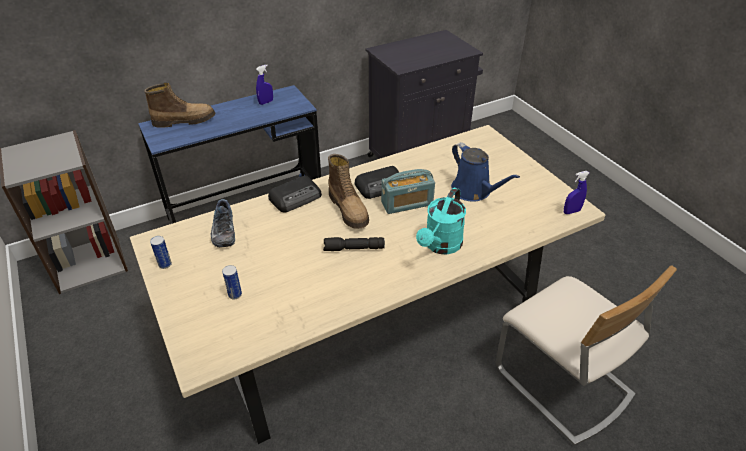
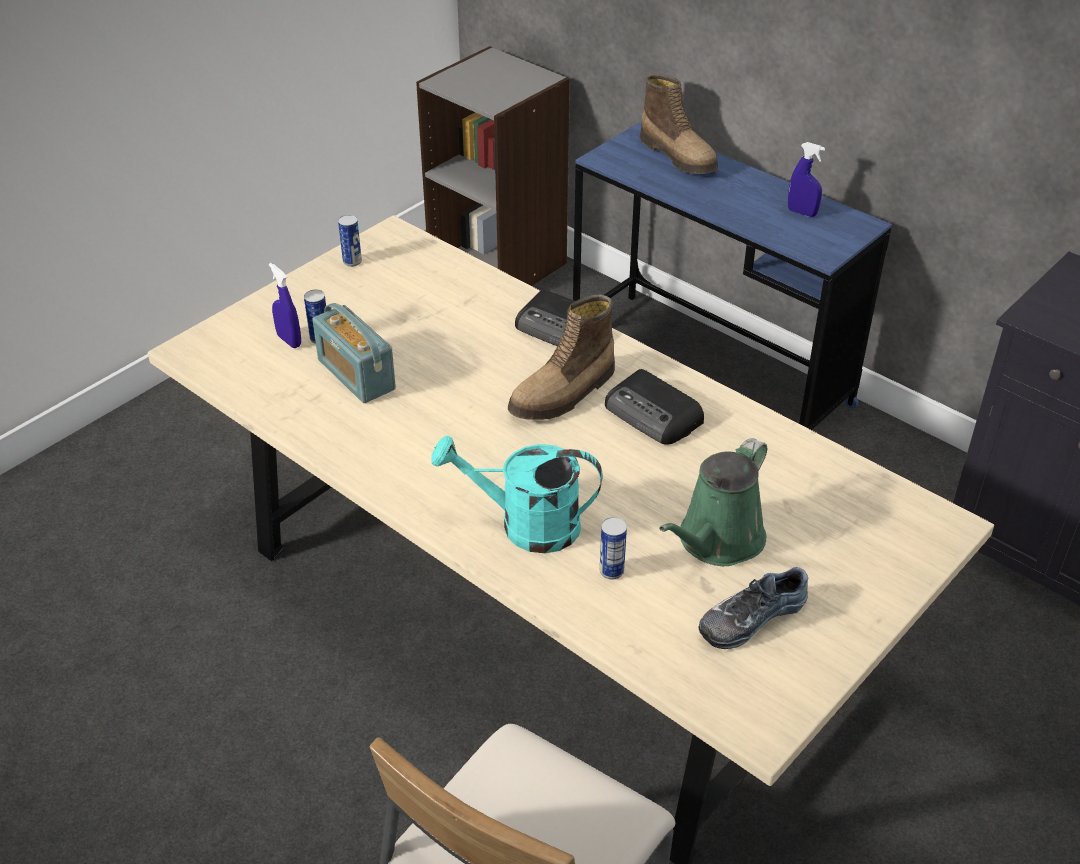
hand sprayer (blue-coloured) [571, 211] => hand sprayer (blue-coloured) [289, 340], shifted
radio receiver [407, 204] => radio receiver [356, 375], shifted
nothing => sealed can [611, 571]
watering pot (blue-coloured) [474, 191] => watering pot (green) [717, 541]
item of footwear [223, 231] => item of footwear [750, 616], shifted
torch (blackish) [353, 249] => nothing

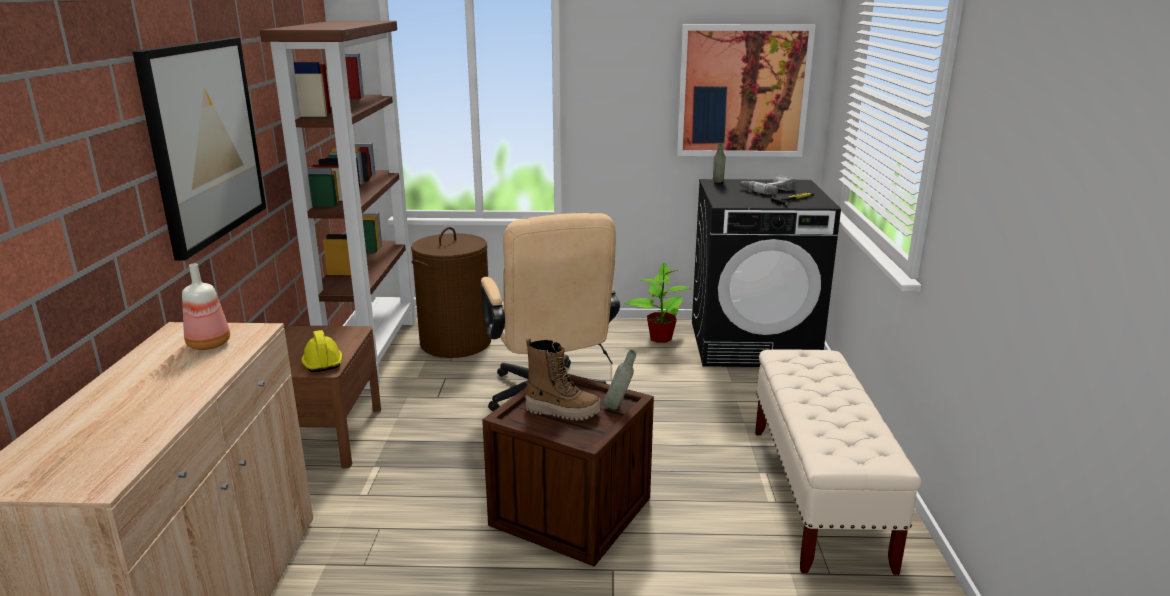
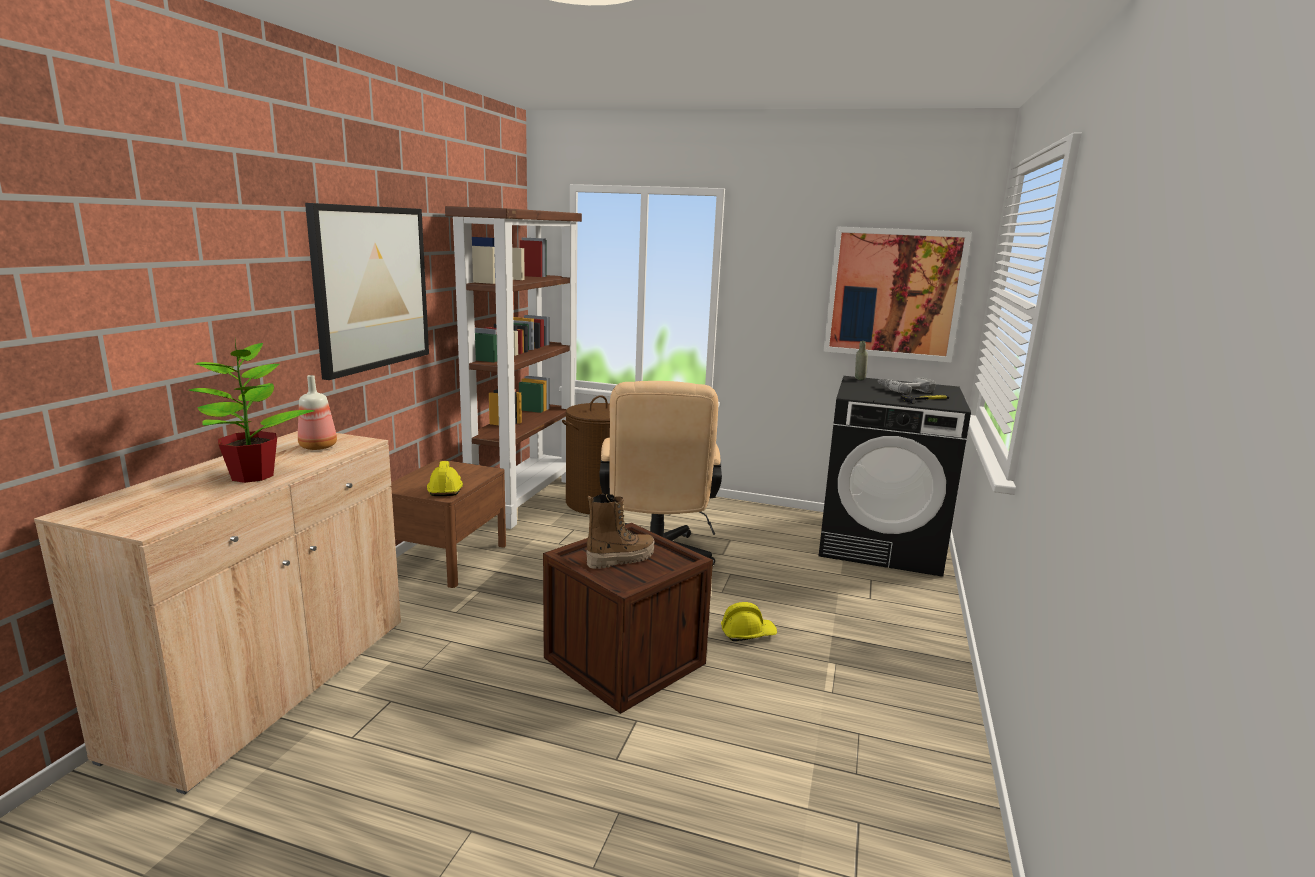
houseplant [660, 338] => houseplant [253, 475], shifted
high-top boot [562, 411] => high-top boot [620, 559], 60 degrees counterclockwise
nothing => work helmet (yellowish) [747, 633]
beverage bottle (greyish) [619, 407] => nothing
bench (sand-coloured) [817, 495] => nothing

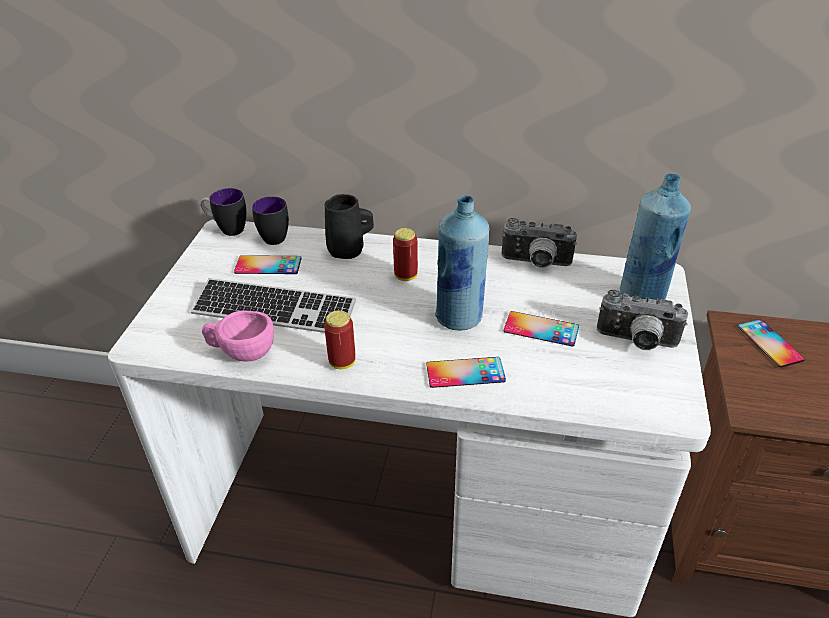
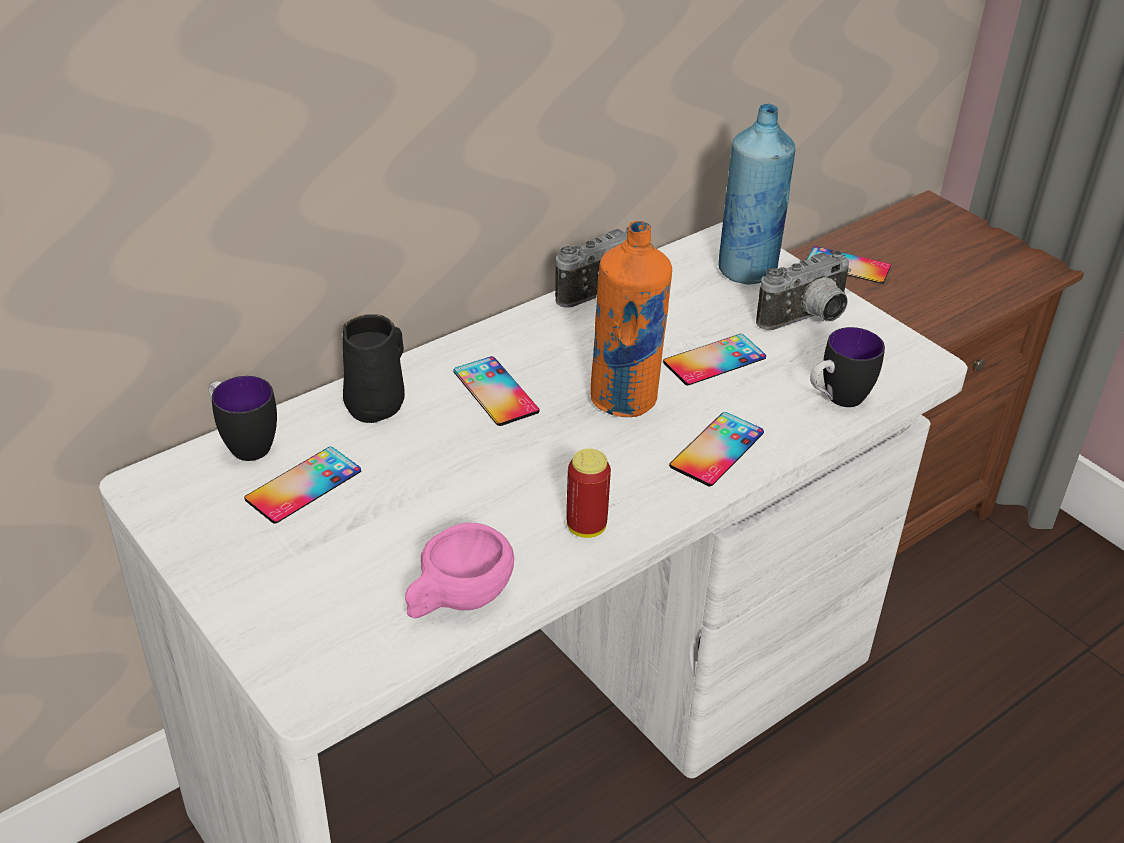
sealed can [405, 276] => handset [495, 391]
beverage bottle (blue-coloured) [459, 318] => beverage bottle (orange) [625, 400]
mug [227, 229] => mug [836, 400], shifted
computer keyboard [274, 310] => nothing

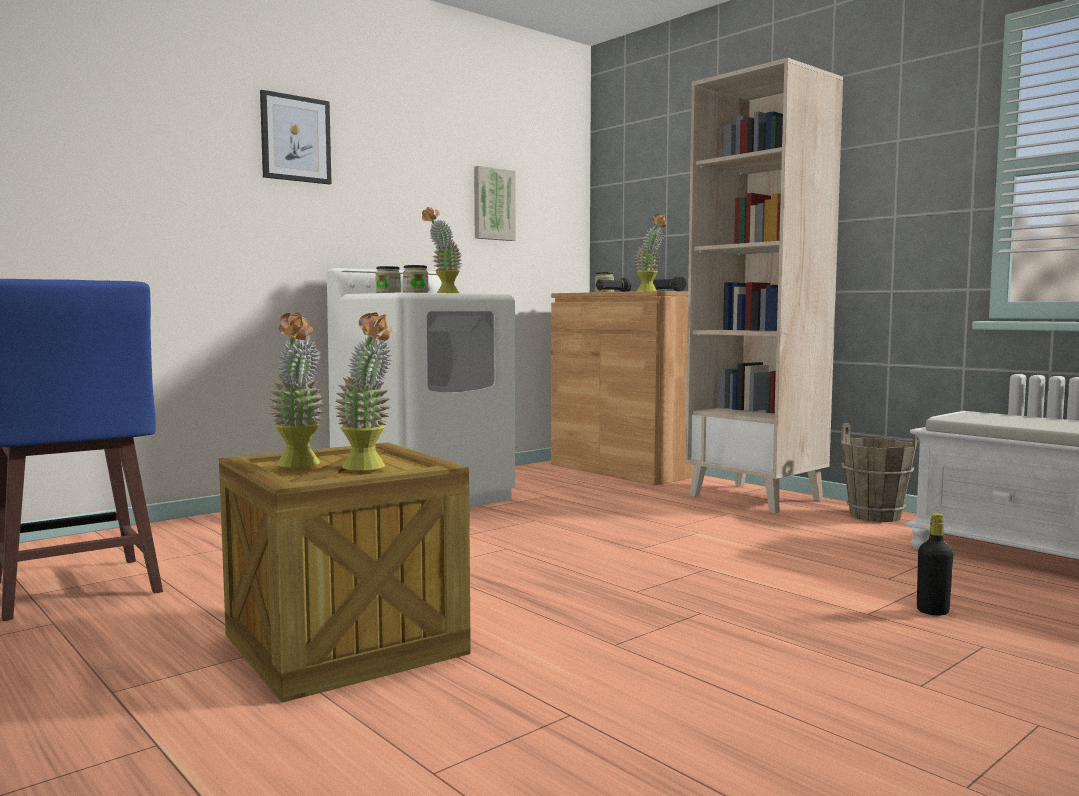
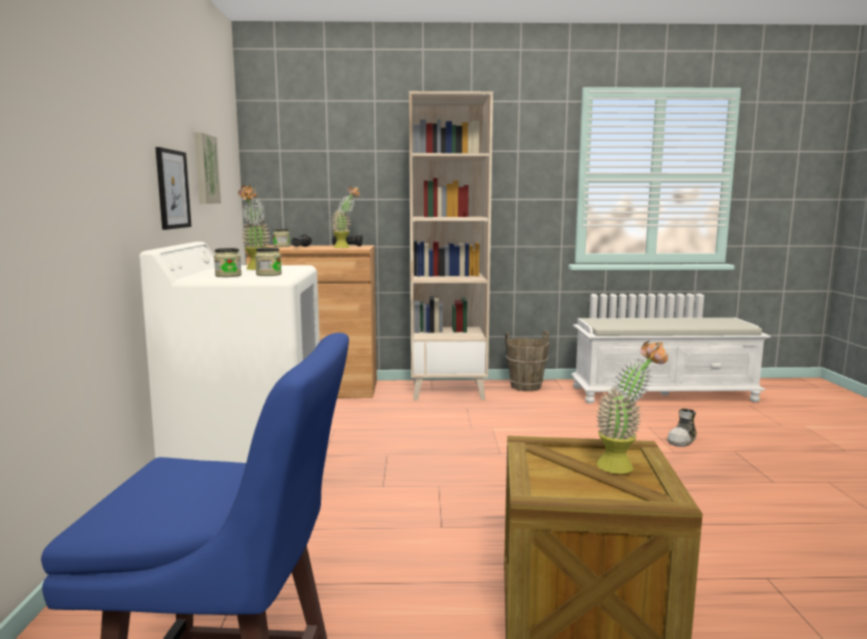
wall picture [295, 138] => wall picture [172, 189], shifted
beverage bottle (blackish) [932, 611] => item of footwear [683, 439]
houseplant [299, 465] => nothing

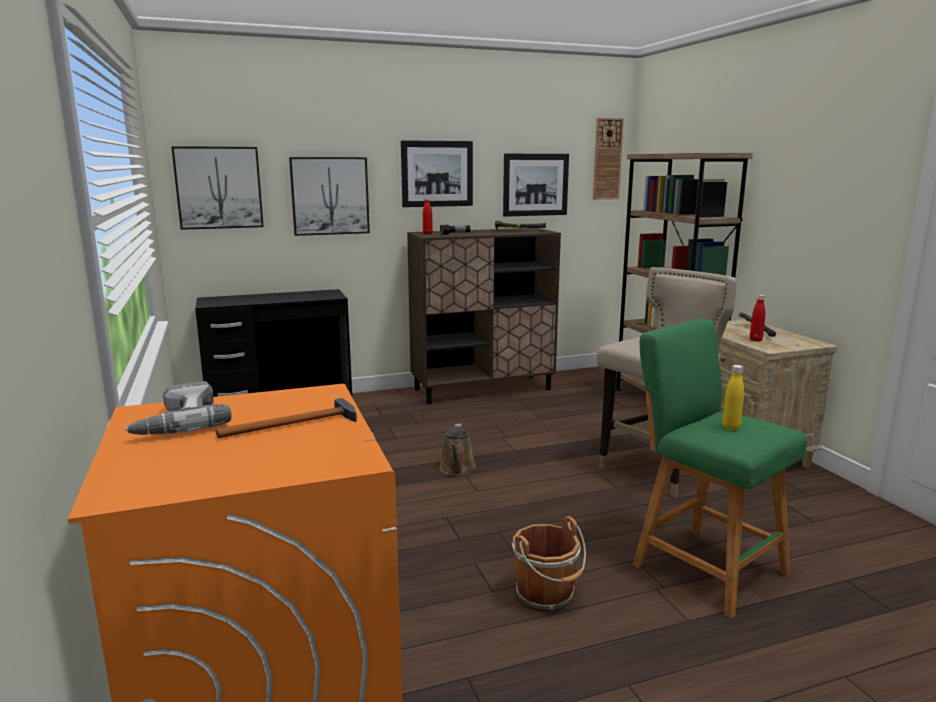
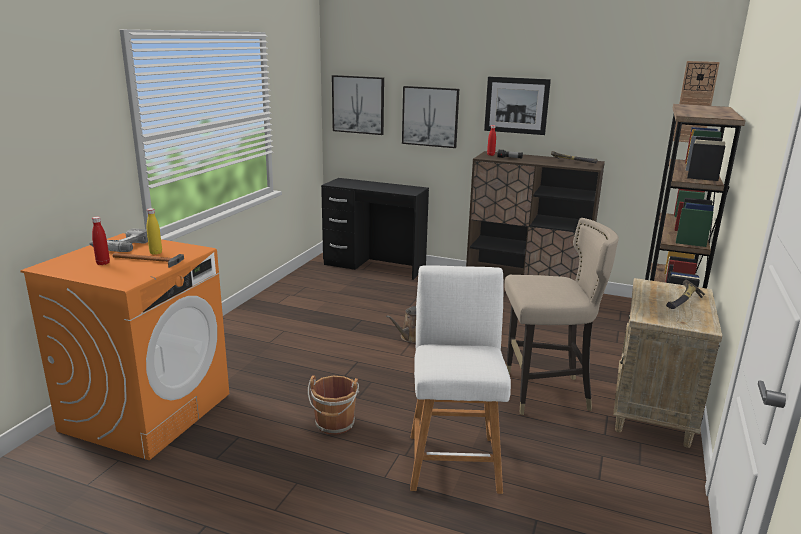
beverage bottle (reddish) [755, 340] => beverage bottle (reddish) [103, 263], shifted
beverage bottle (yellowish) [731, 427] => beverage bottle (yellowish) [156, 253], shifted
sitting stool (green) [703, 565] => sitting stool (whitish) [453, 458]
wall picture [535, 184] => nothing

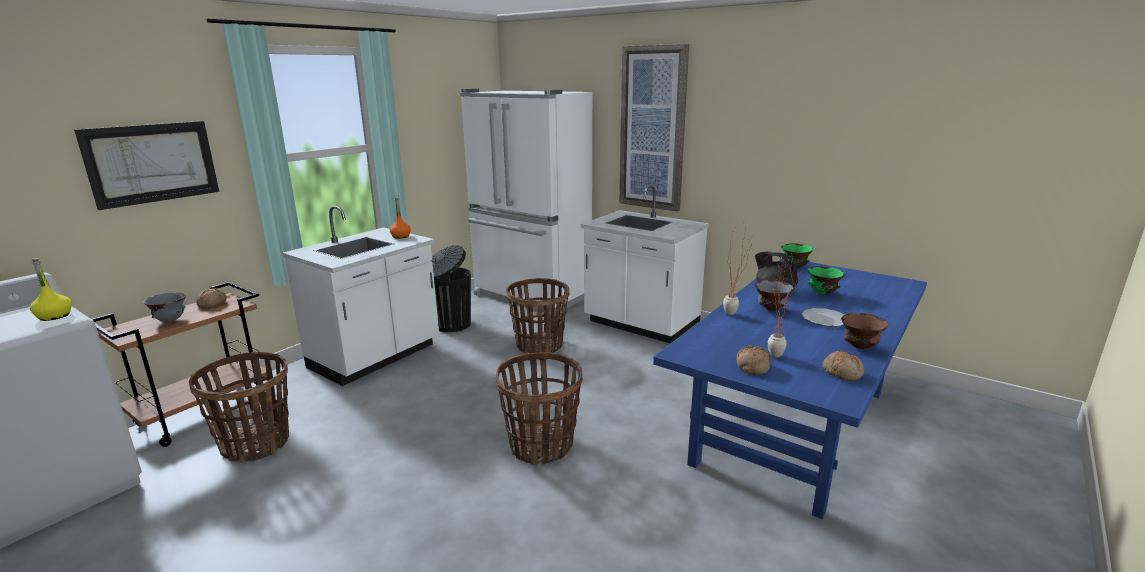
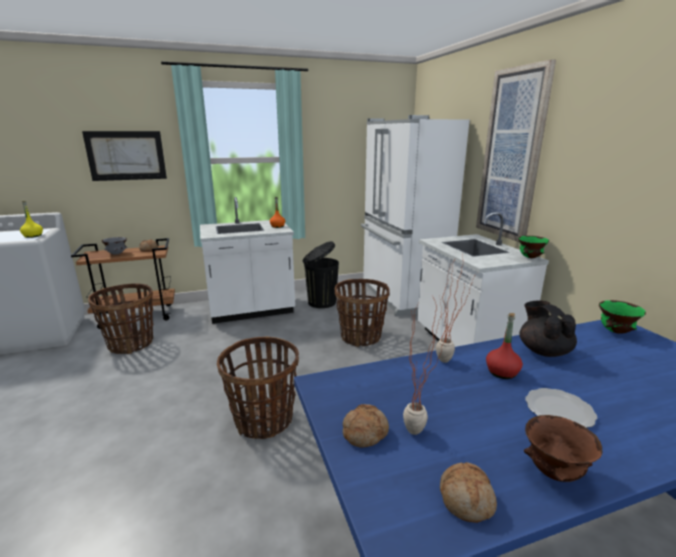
bowl (greyish) [771, 309] => beverage bottle (reddish) [502, 372]
bowl (green) [822, 294] => bowl (green) [530, 258], shifted

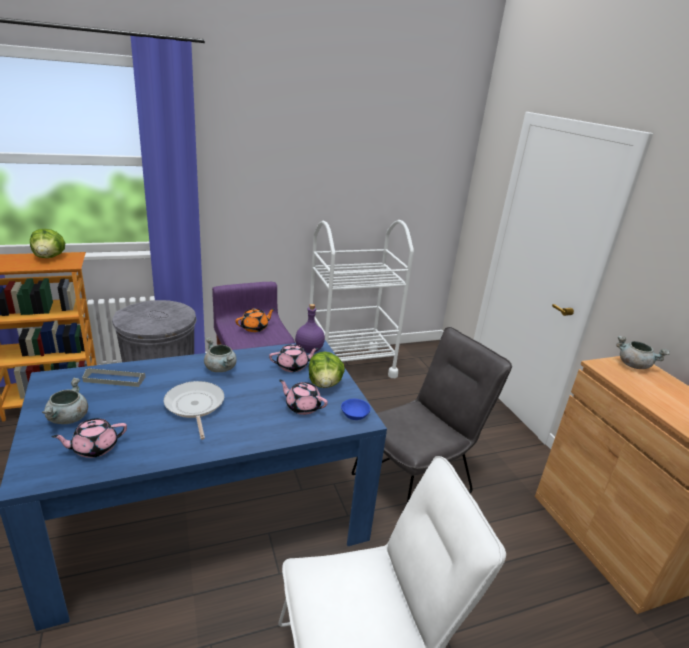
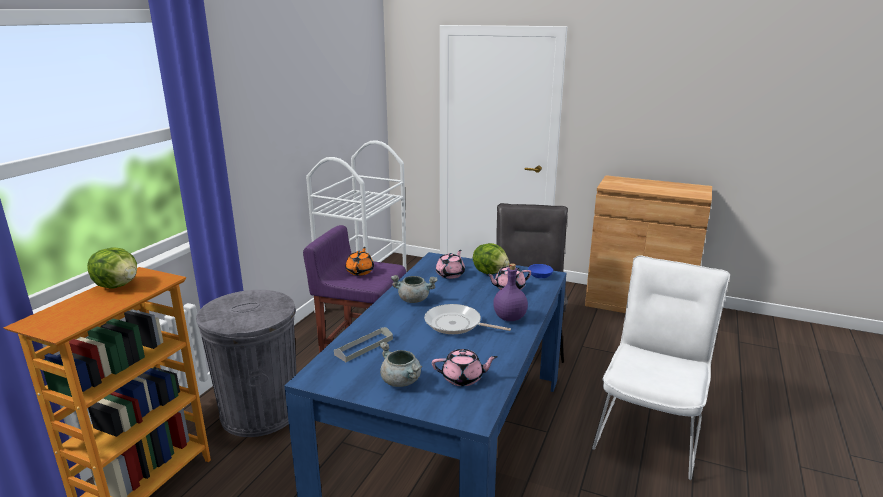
pot for tea (pink) [94, 448] => pot for tea (pink) [463, 378], 105 degrees counterclockwise
beverage bottle (purple) [309, 350] => beverage bottle (purple) [510, 318], shifted
stockpot (greyish) [634, 365] => nothing

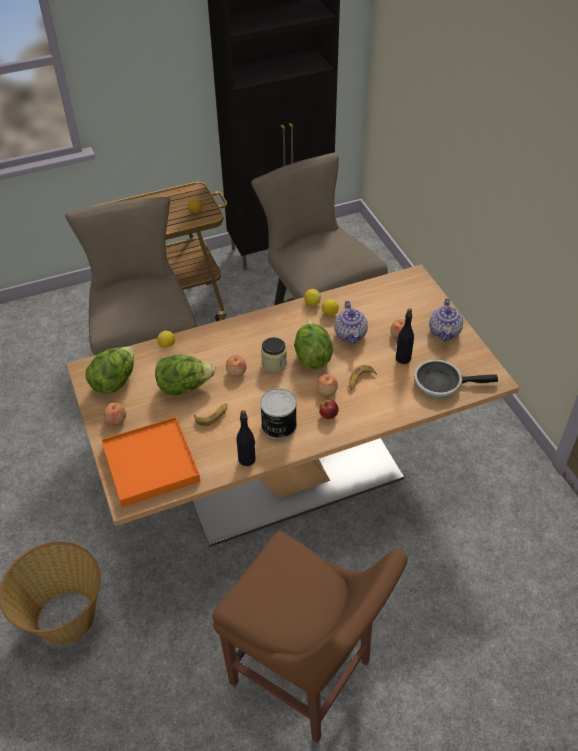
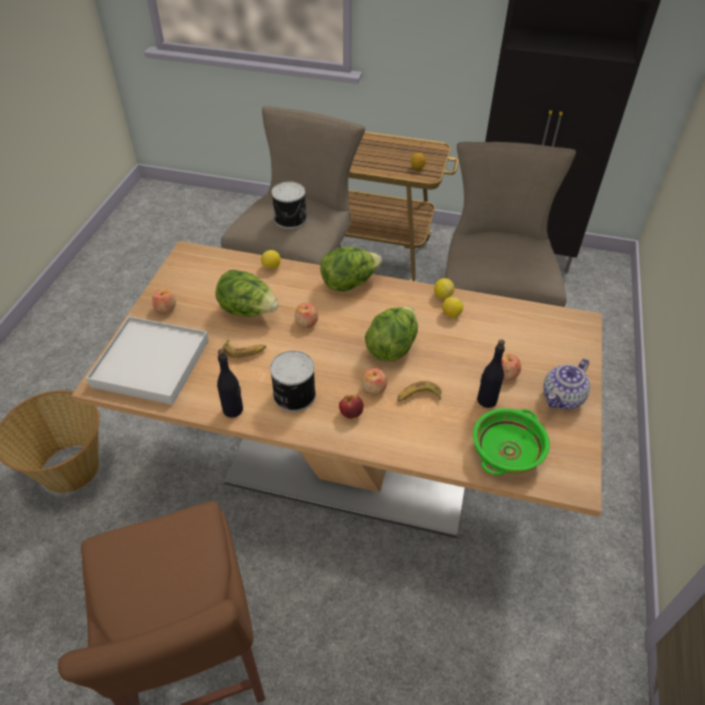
serving tray (orange) [150, 463] => serving tray (whitish) [151, 363]
nothing => sealed can [291, 219]
lettuce head [114, 381] => lettuce head [349, 283], shifted
skillet [441, 383] => bowl (green) [506, 451]
preserve jar [274, 363] => nothing
pot for tea [351, 335] => nothing

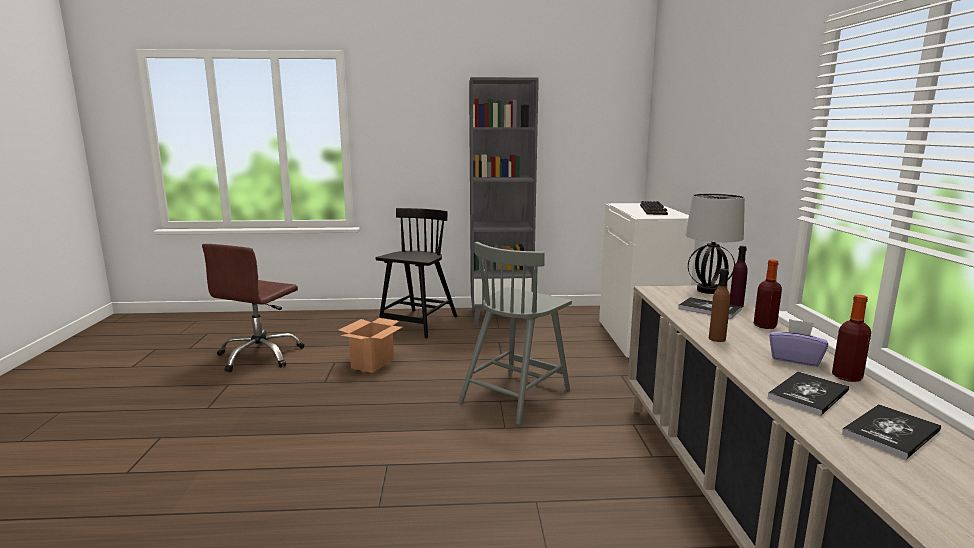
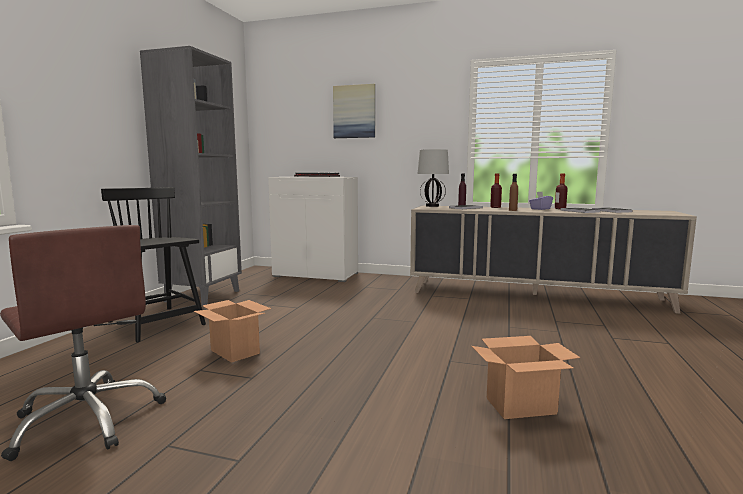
nothing => wall picture [354, 111]
nothing => packing box [521, 406]
plain chair (greyish) [516, 395] => nothing

